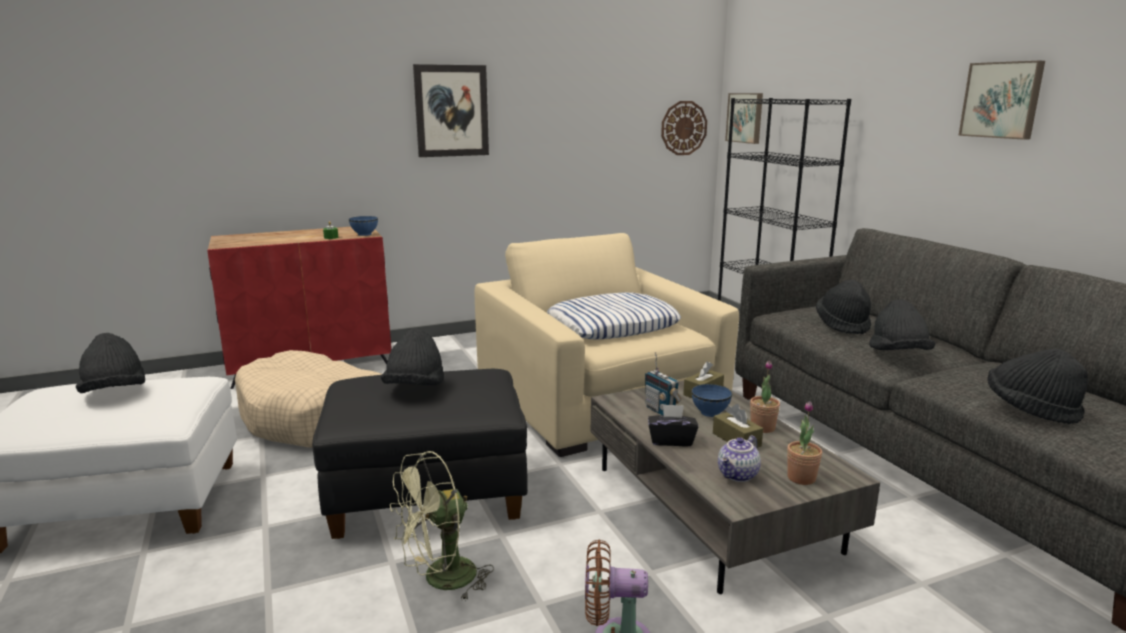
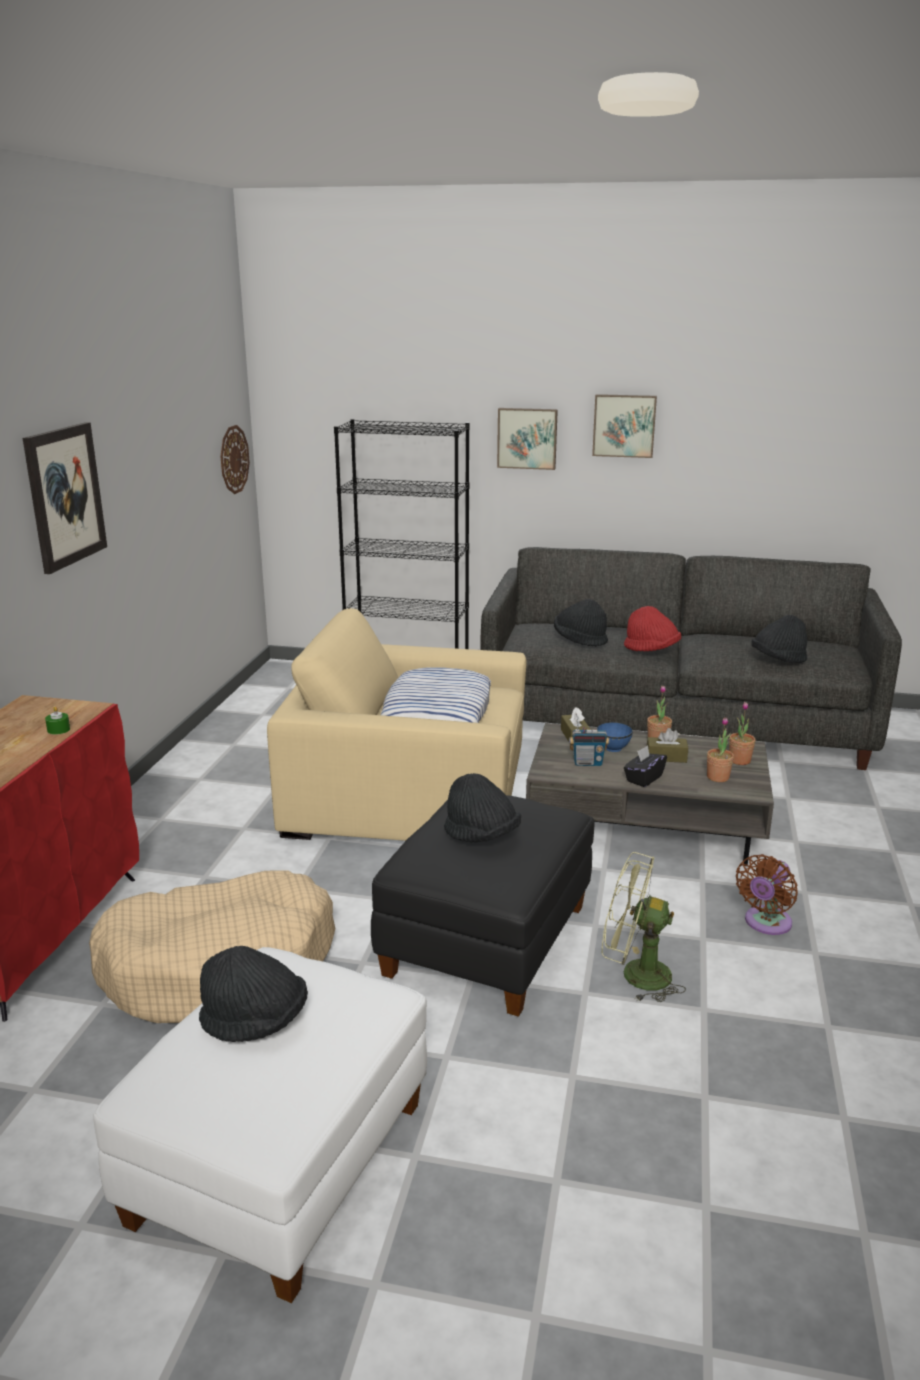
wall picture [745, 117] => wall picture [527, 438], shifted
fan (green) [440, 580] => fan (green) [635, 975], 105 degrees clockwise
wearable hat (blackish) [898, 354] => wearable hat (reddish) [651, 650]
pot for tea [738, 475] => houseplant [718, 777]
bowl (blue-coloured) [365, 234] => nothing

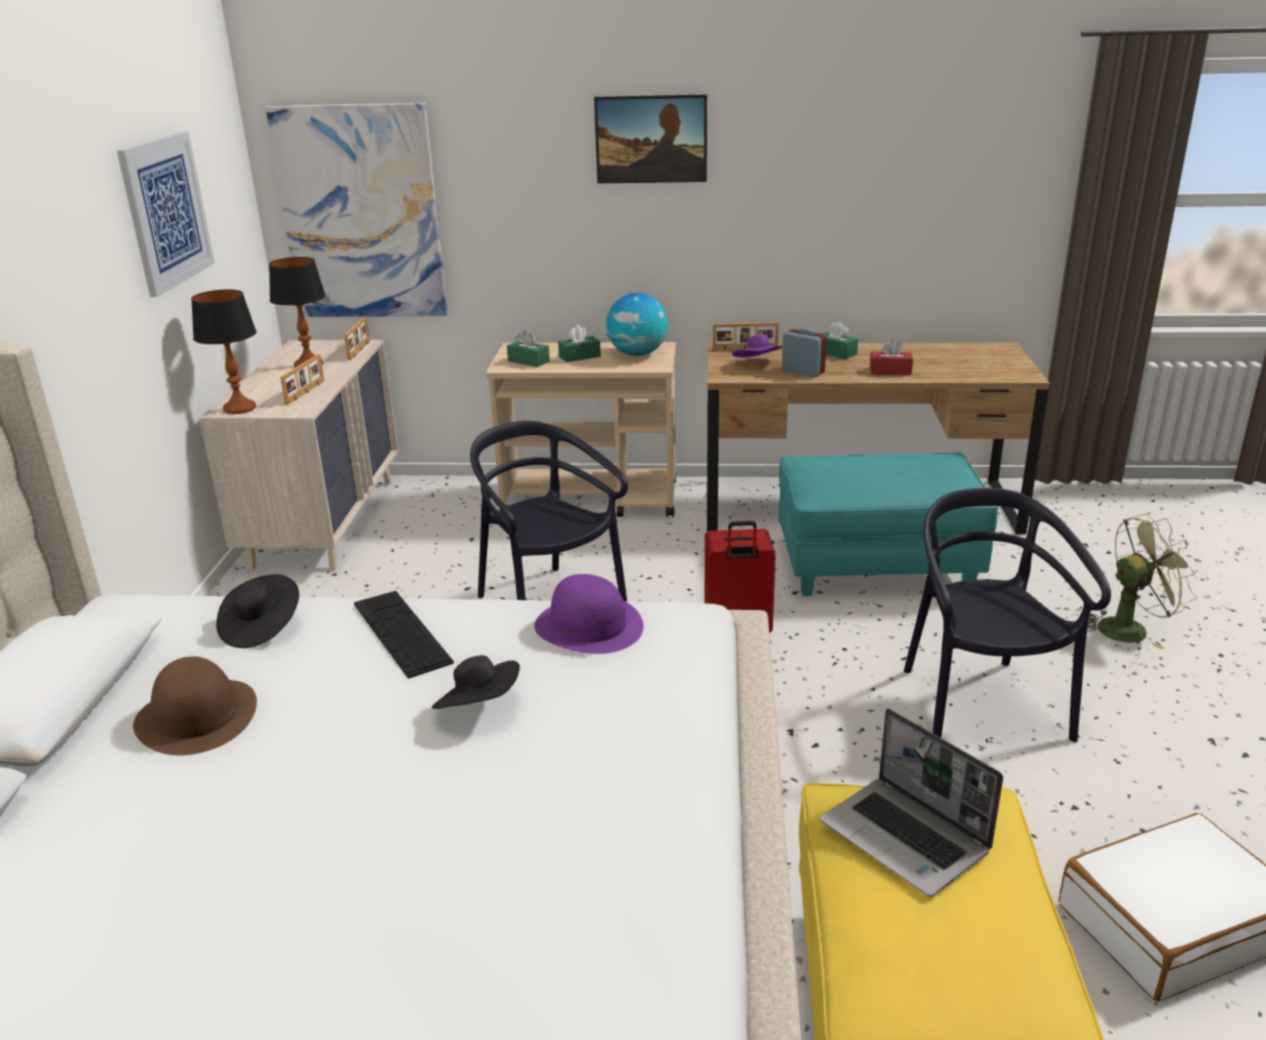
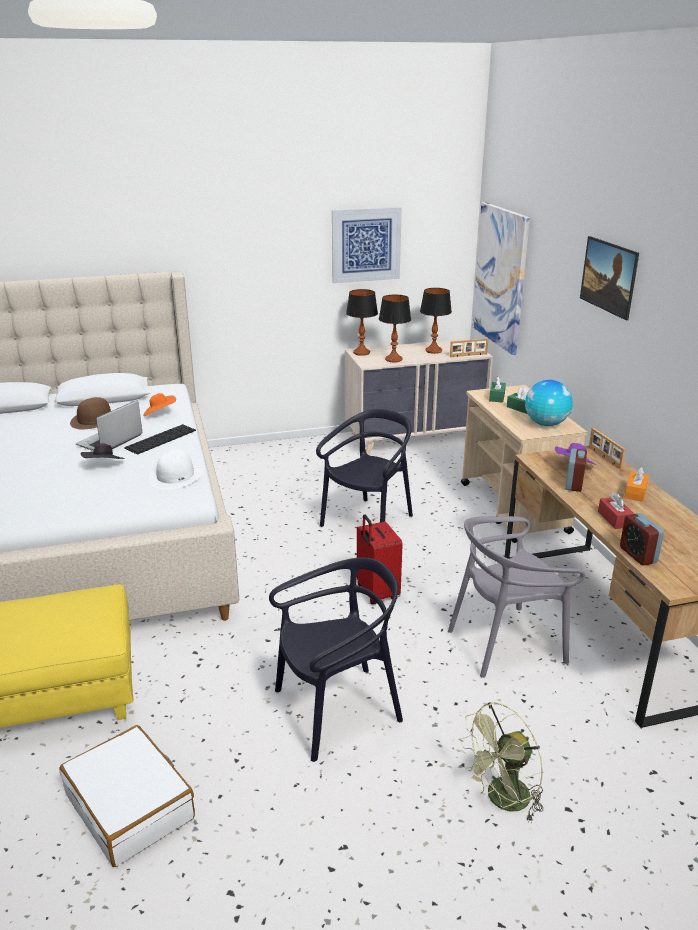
notebook computer [906, 838] => notebook computer [109, 441], shifted
wearable hat (blackish) [261, 627] => wearable hat (orange) [160, 414]
wearable hat (purple) [589, 626] => wearable hat (whitish) [175, 476]
picture frame [306, 392] => tabletop lamp [394, 359]
ottoman (turquoise-coloured) [876, 568] => plain chair (greyish) [506, 643]
fan (green) [1130, 628] => fan (green) [502, 801], 90 degrees clockwise
nothing => alarm clock [638, 555]
tissue holder (green) [835, 353] => tissue holder (orange) [635, 492]

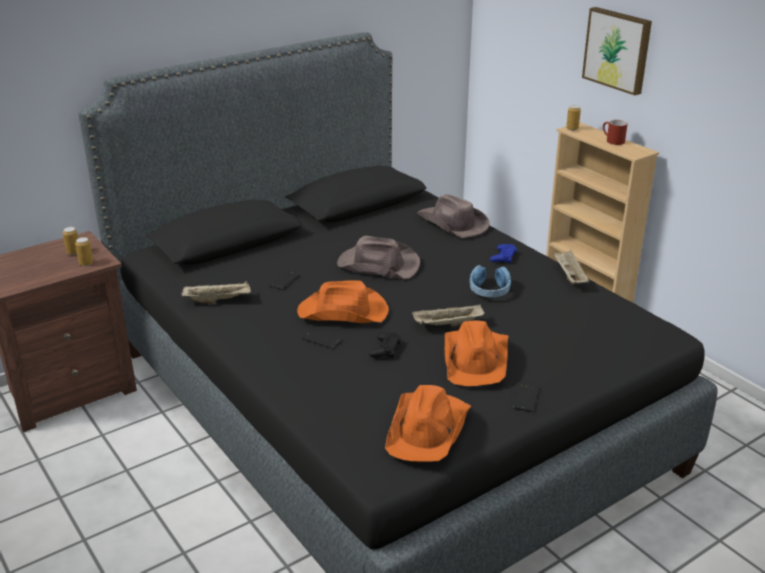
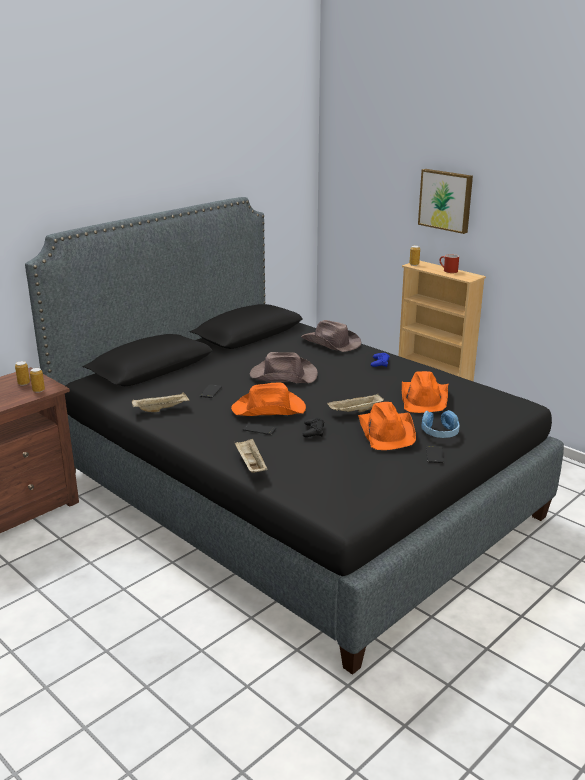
serving tray (sand-coloured) [569, 276] => serving tray (sand-coloured) [250, 465], shifted
wearable hat (orange) [428, 428] => wearable hat (orange) [425, 398], shifted
headphones (blue-coloured) [489, 290] => headphones (blue-coloured) [439, 432], shifted

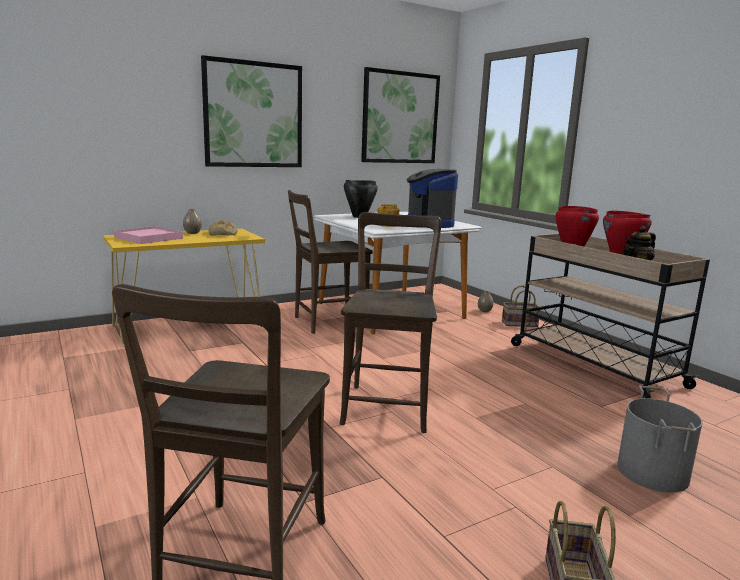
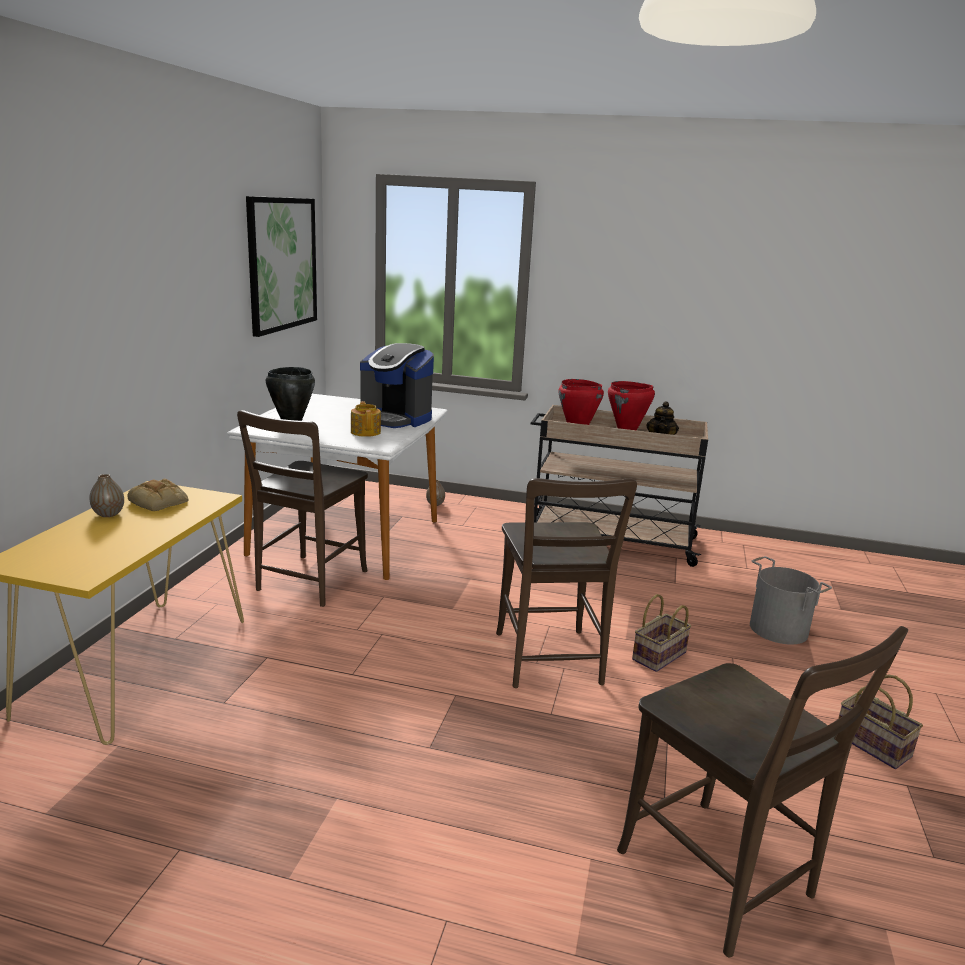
plain chair (brown-coloured) [387, 404] => plain chair (brown-coloured) [549, 662], 150 degrees counterclockwise
basket [519, 324] => basket [659, 657], shifted
serving tray (pink) [149, 238] => nothing
wall picture [253, 115] => nothing

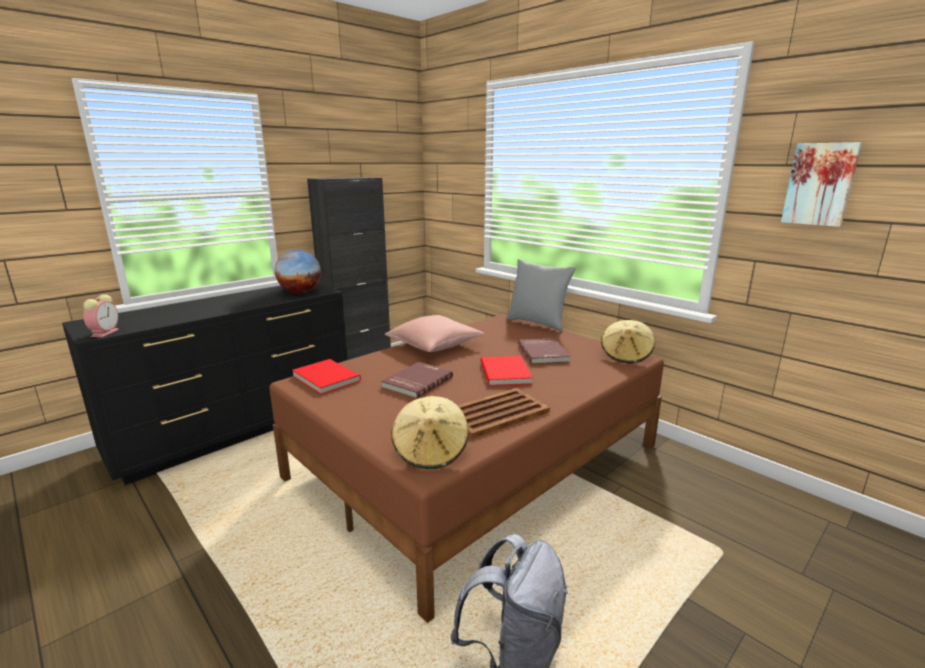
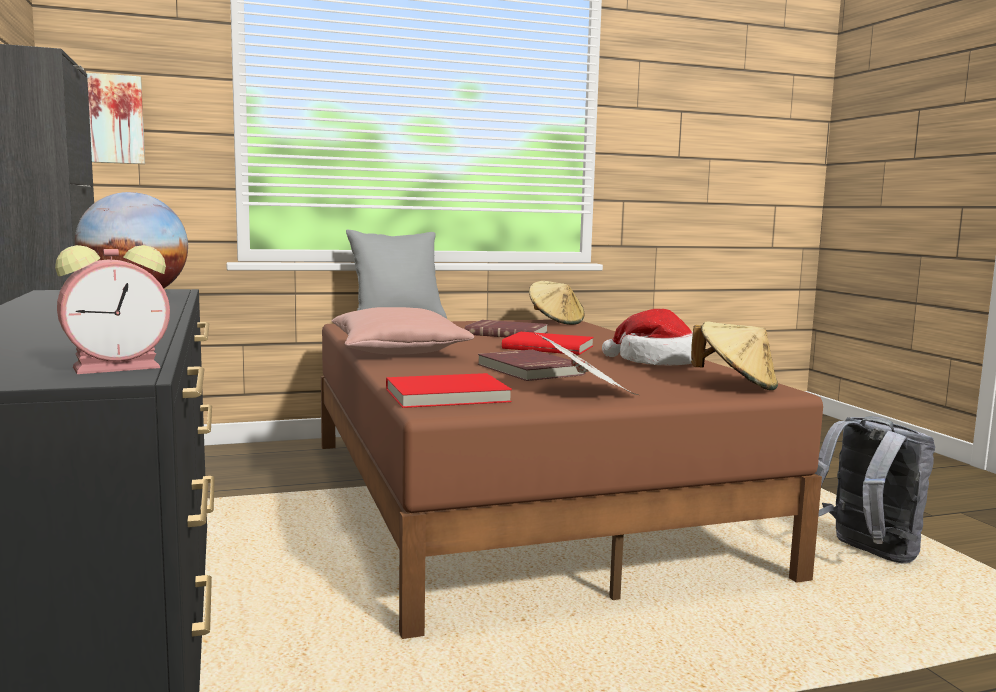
alarm clock [105, 332] => alarm clock [120, 367], 120 degrees clockwise
wall picture [820, 184] => wall picture [112, 119], shifted
nothing => daily paper [585, 392]
serving tray (brown-coloured) [495, 413] => wearable hat [657, 362]

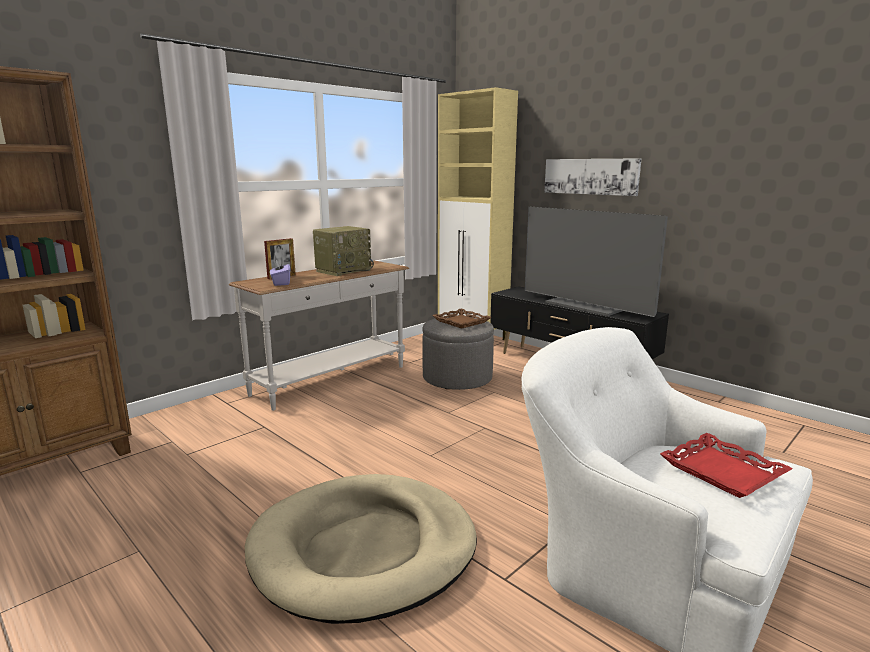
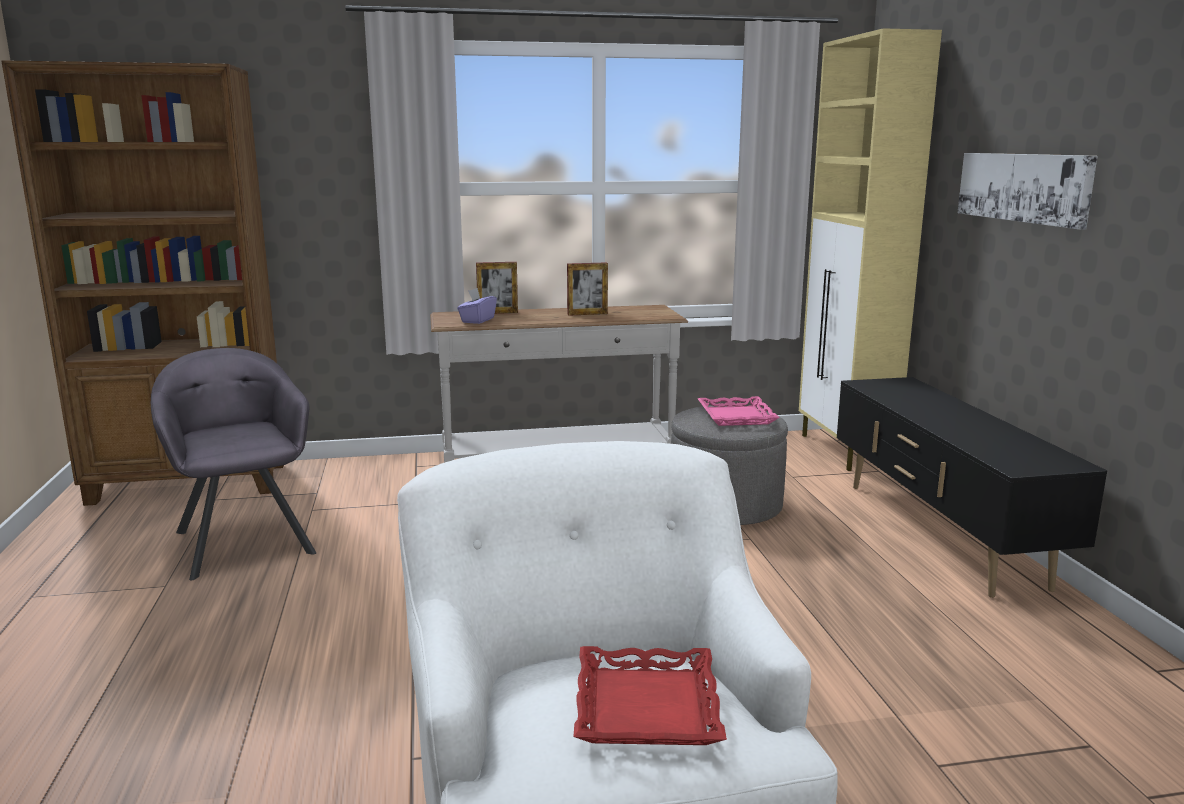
nothing => lounge chair (greyish) [245, 541]
radio receiver [343, 270] => picture frame [587, 314]
serving tray (brown-coloured) [461, 322] => serving tray (pink) [736, 416]
dog cushion (sand-coloured) [364, 550] => nothing
TV [586, 306] => nothing

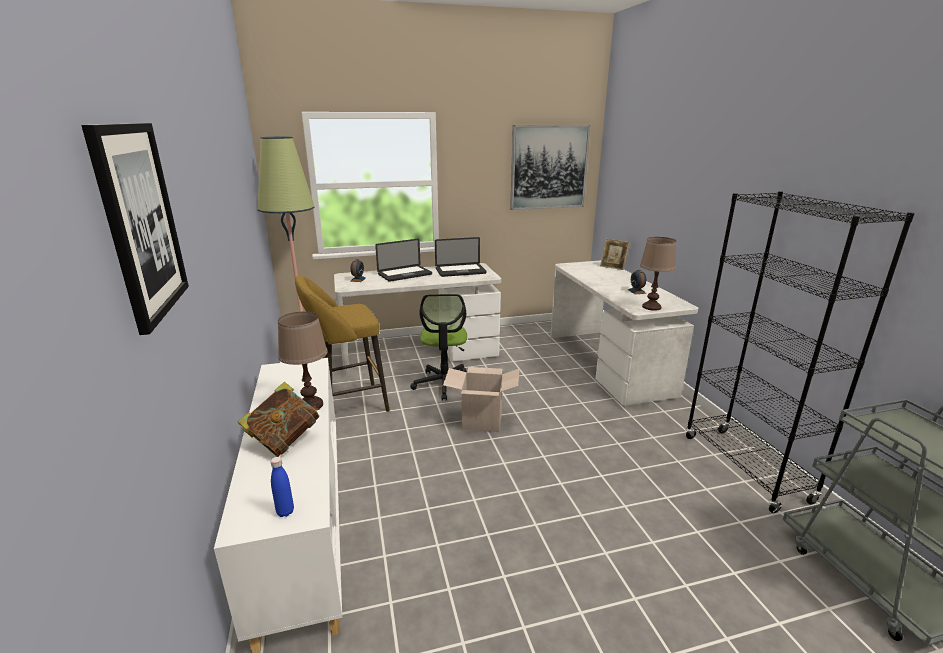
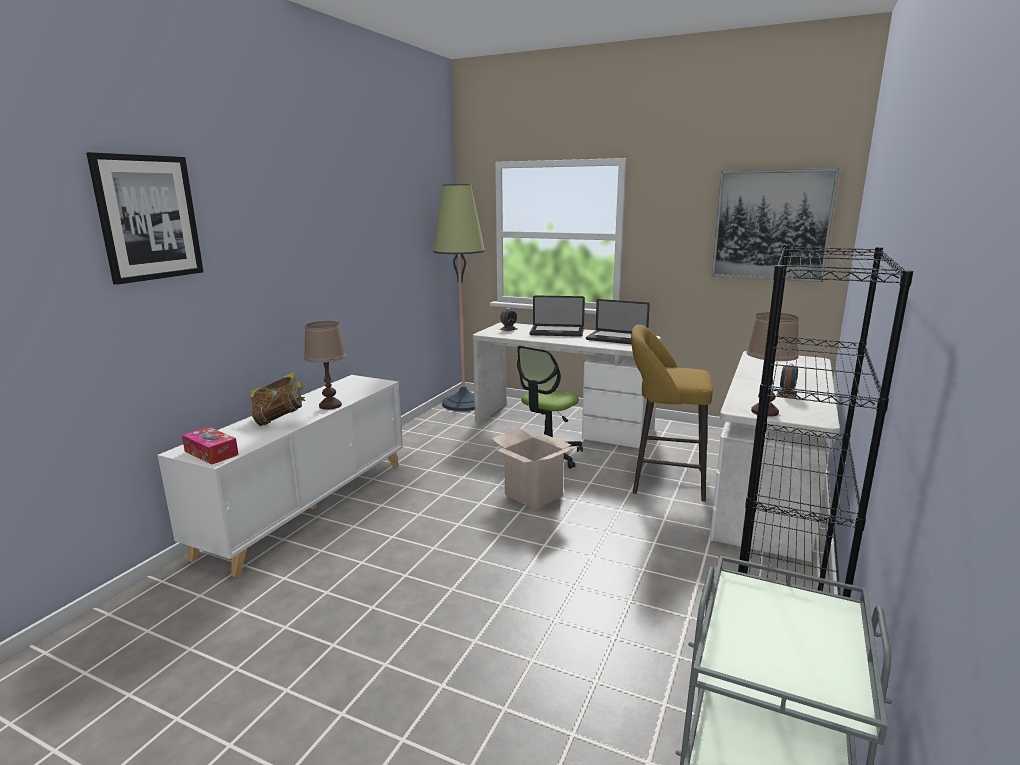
beverage bottle (blue-coloured) [285, 512] => tissue holder [211, 453]
sitting stool (yellowish) [348, 404] => sitting stool (yellowish) [663, 480], shifted
picture frame [613, 267] => nothing

